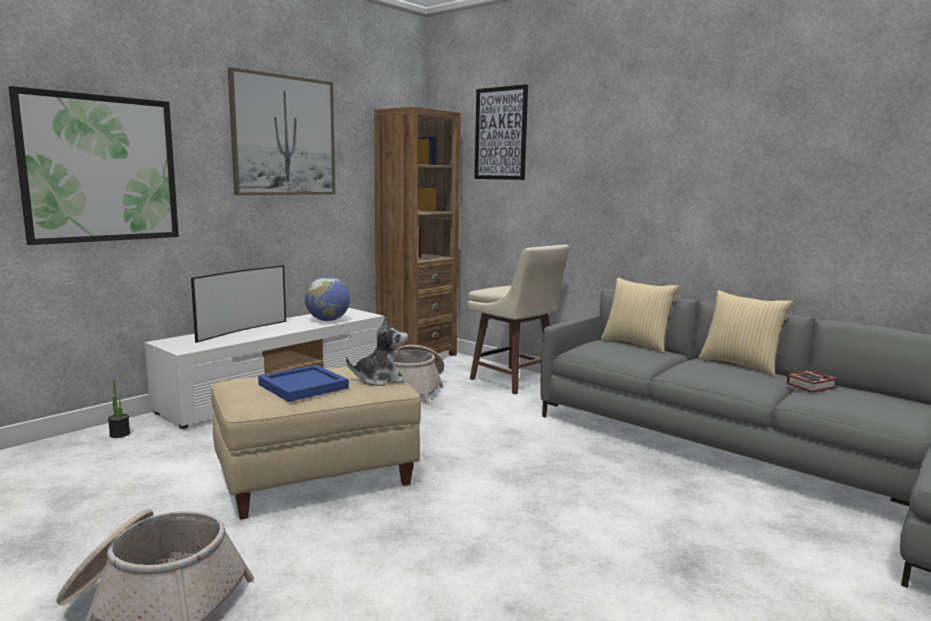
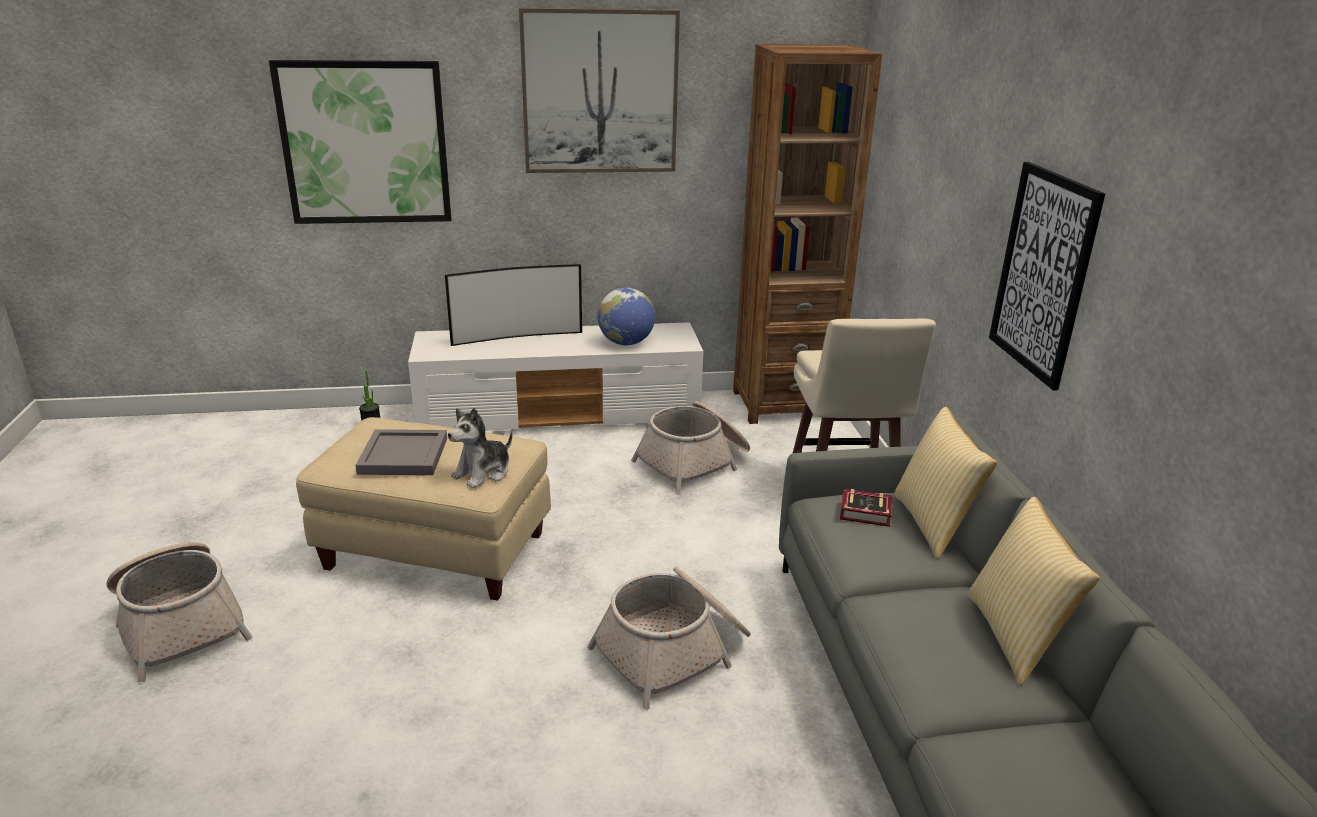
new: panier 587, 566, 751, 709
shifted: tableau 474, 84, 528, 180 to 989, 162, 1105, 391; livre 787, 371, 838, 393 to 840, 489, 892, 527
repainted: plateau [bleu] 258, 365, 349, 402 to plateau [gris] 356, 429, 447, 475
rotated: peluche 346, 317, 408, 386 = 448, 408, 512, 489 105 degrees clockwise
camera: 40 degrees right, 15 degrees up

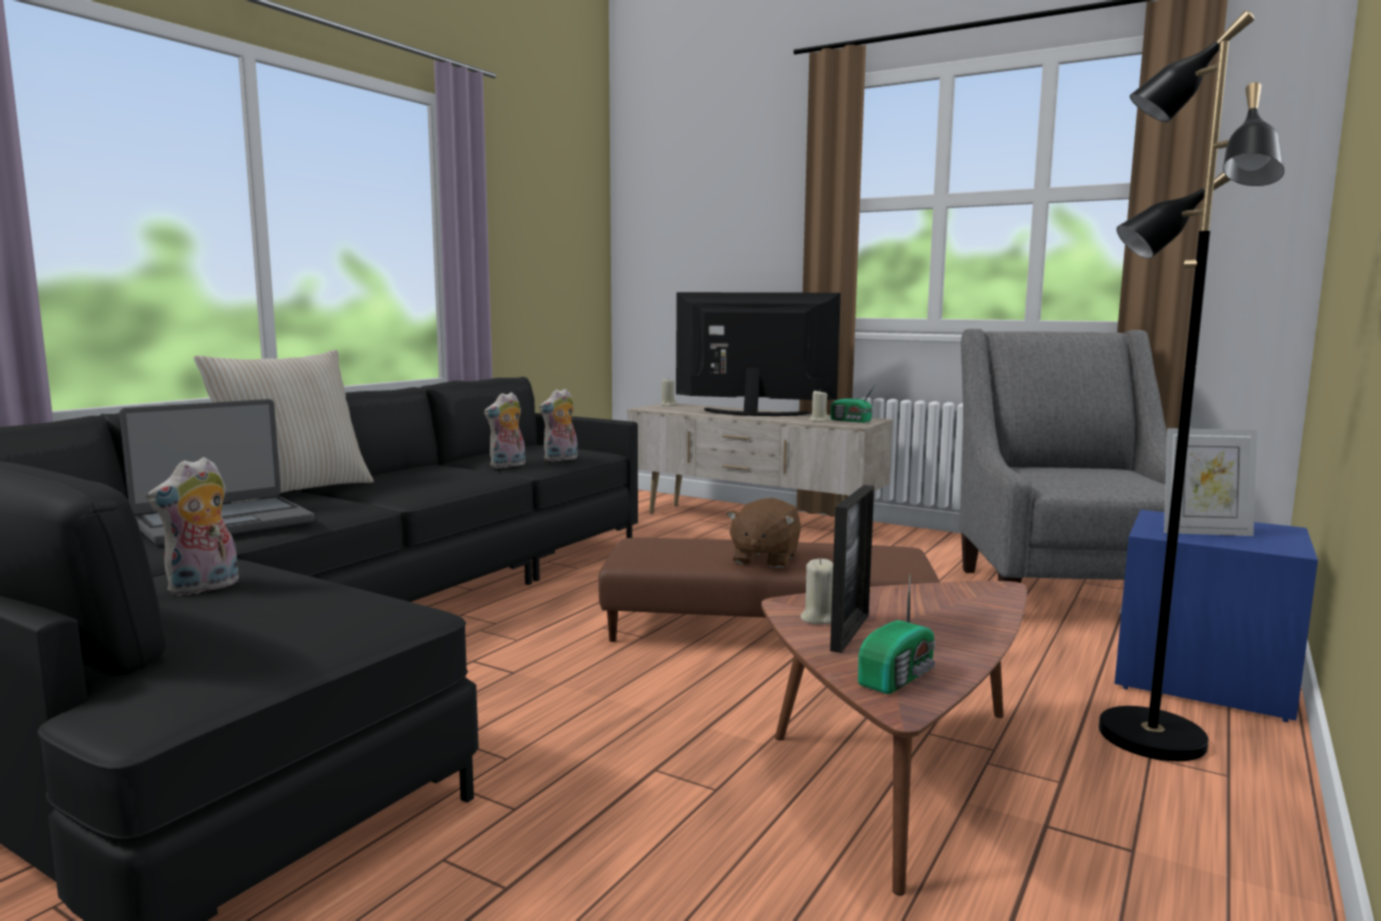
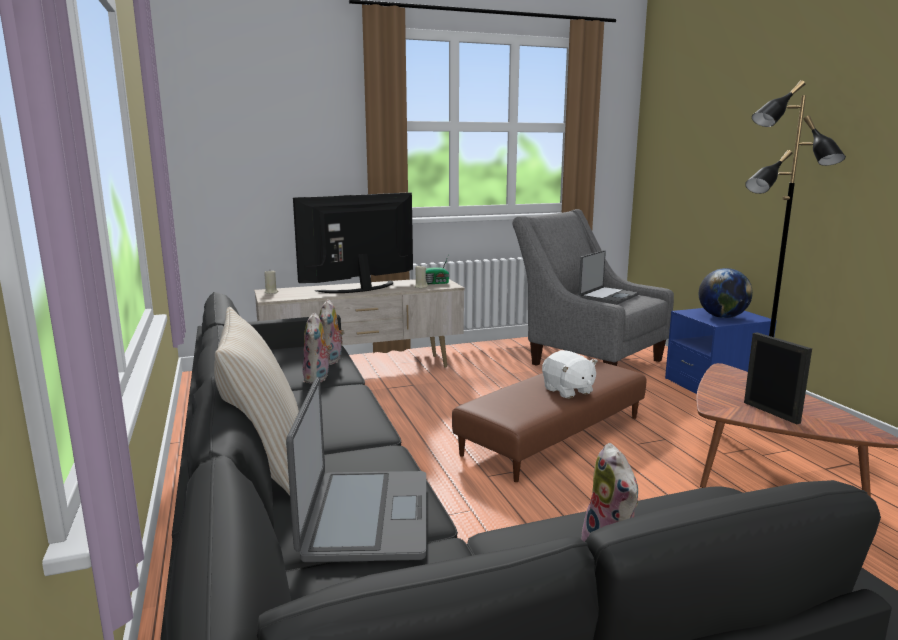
gone: bougie [beige] 800, 558, 833, 624; radio 858, 575, 936, 694
new: ordinateur portable 579, 250, 639, 305
swapped: cadre photo 1164, 428, 1257, 536 to globe 699, 268, 753, 318
repainted: peluche [marron] 726, 498, 801, 568 to peluche [blanc] 542, 350, 598, 399
camera: 50 degrees left, 5 degrees up

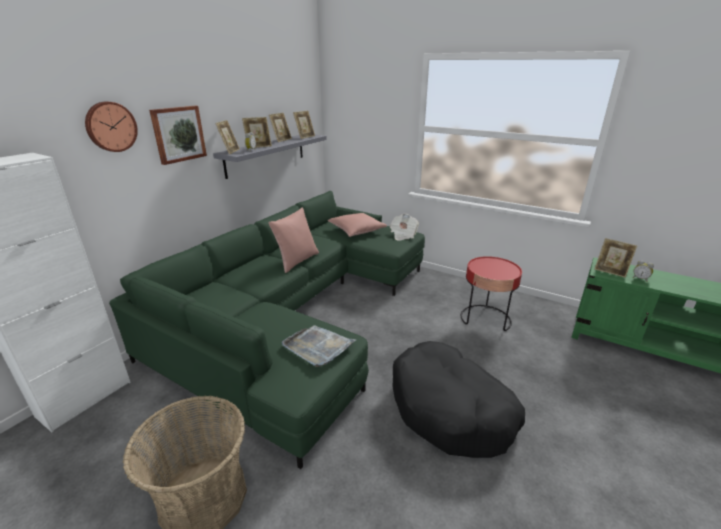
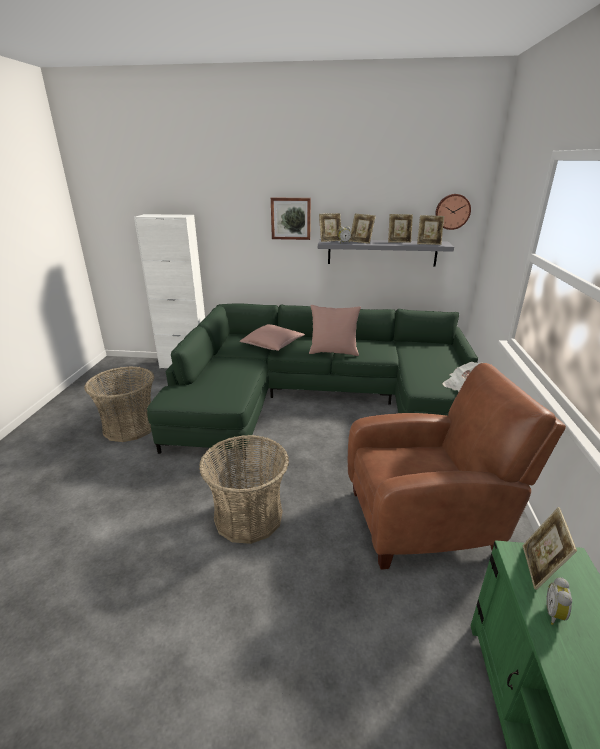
gone: plateau [gris] 282, 325, 356, 367
shifted: horloge murale 85, 102, 138, 152 to 435, 194, 471, 230; coussin [rose] 328, 213, 387, 237 to 240, 324, 305, 351
swapped: panier pour chien [noir] 392, 341, 525, 458 to panier 199, 435, 289, 544; table d'appoint [rouge] 461, 256, 522, 331 to fauteuil [marron] 348, 363, 566, 570
camera: 65 degrees right, 0 degrees up

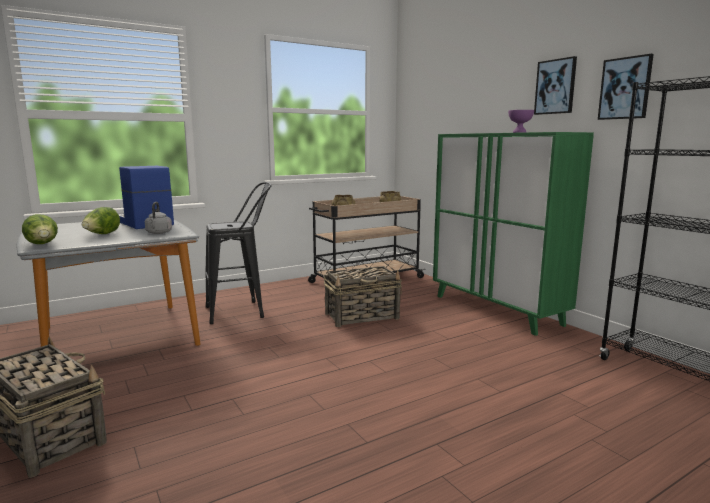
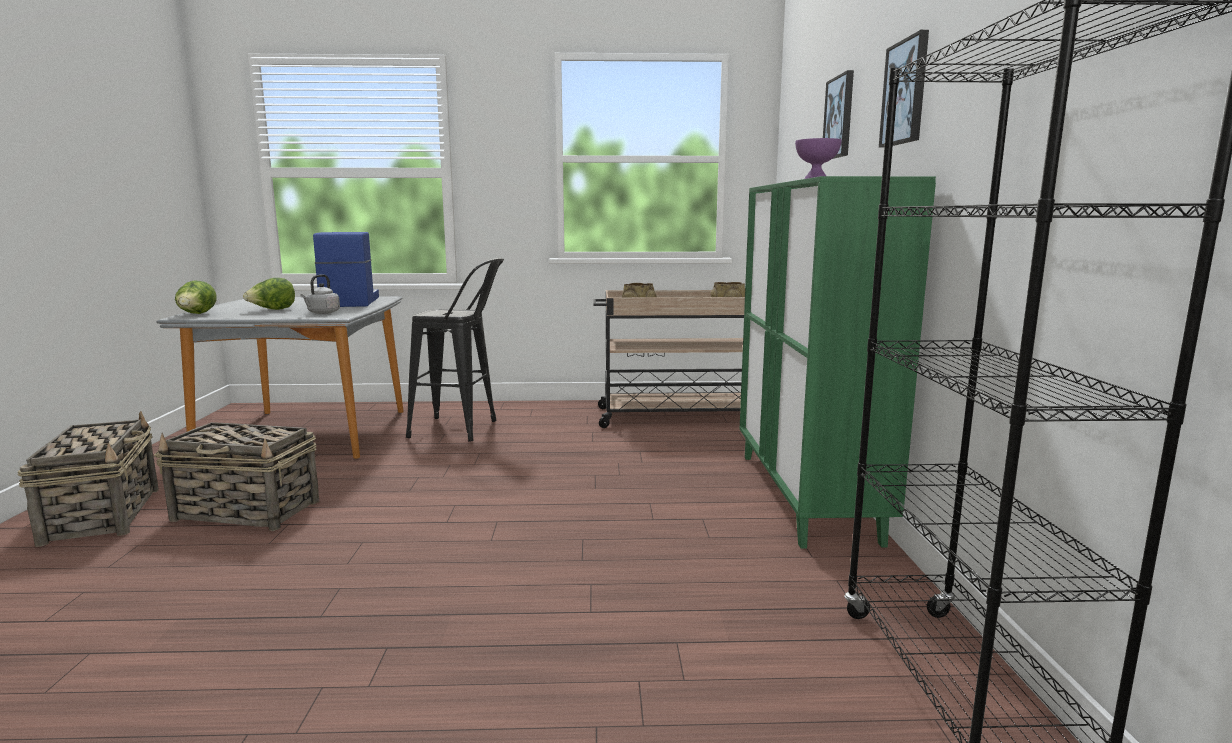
shifted: panier 324, 266, 402, 327 to 154, 422, 320, 531; tableau 598, 54, 654, 120 to 823, 70, 854, 159
camera: 30 degrees right, 0 degrees up

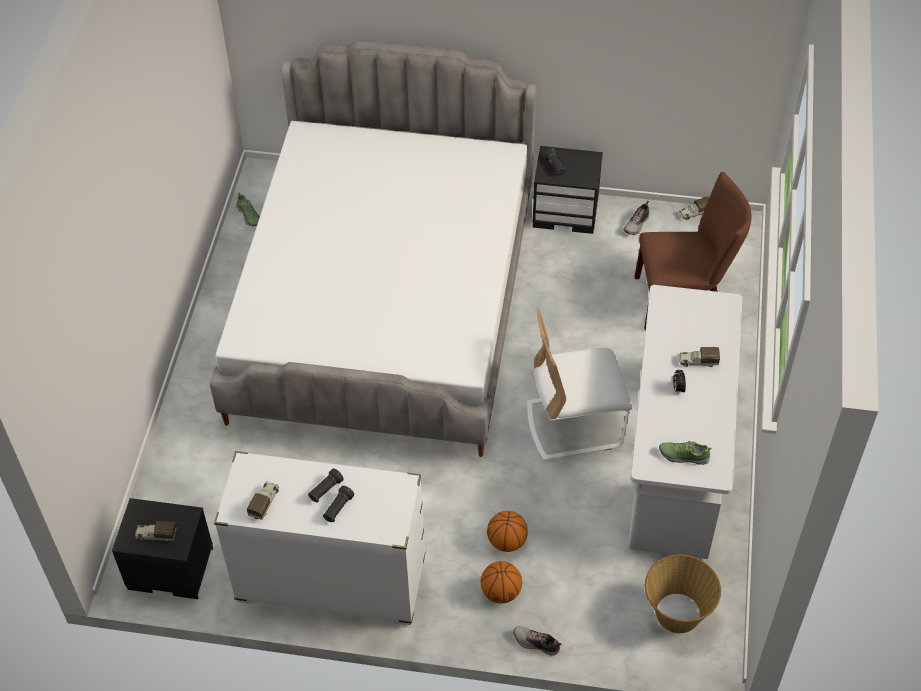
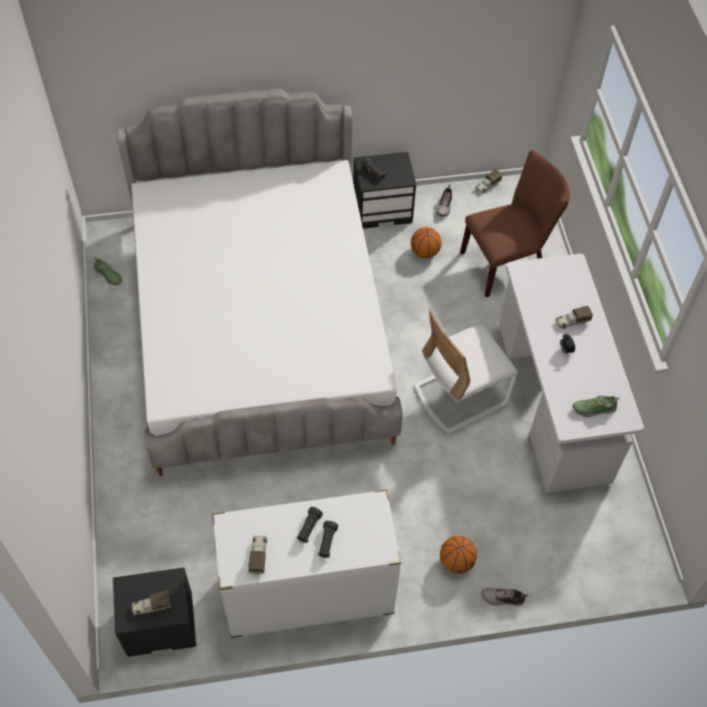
gone: panier 645, 555, 721, 633
shifted: ballon de basket 487, 511, 528, 552 to 411, 227, 442, 258
camera: 20 degrees left, 5 degrees up

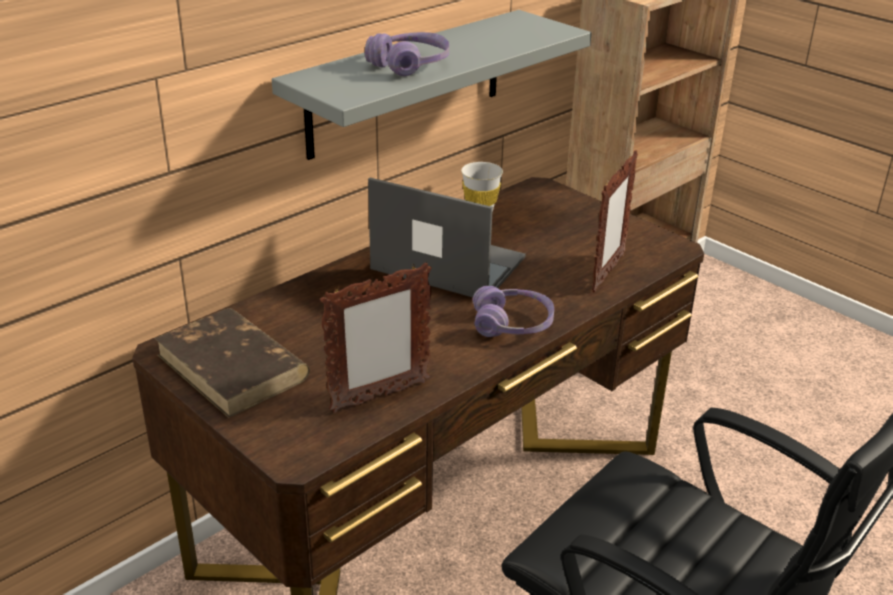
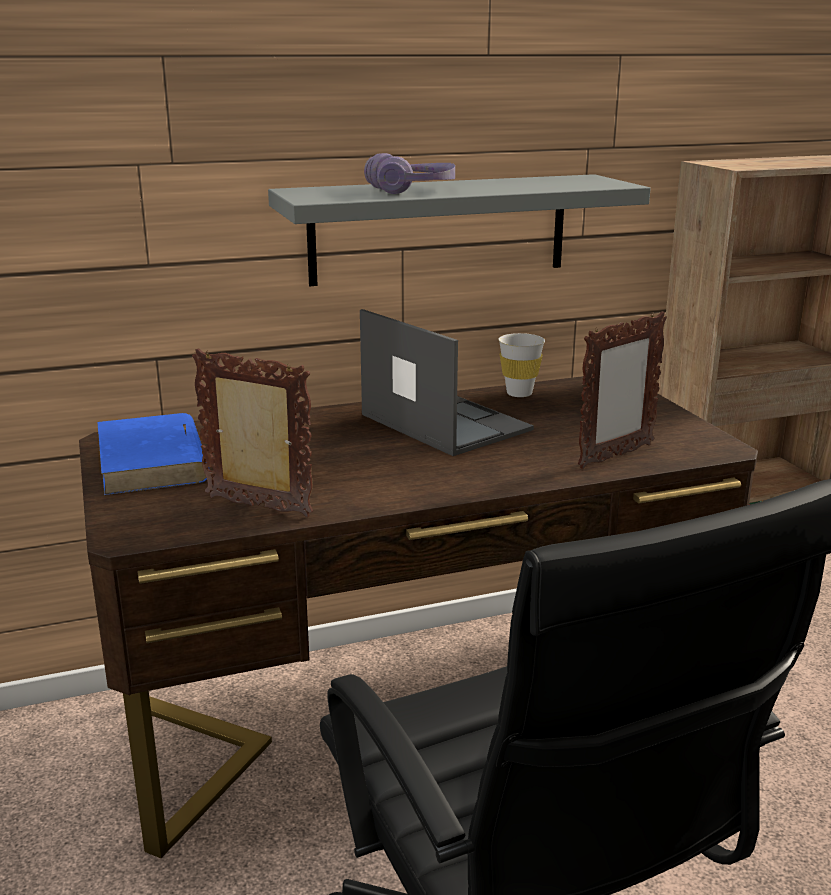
gone: casque audio [violet] 473, 286, 554, 337
repainted: livre [marron] 154, 308, 310, 418 to livre [bleu] 97, 413, 209, 495
rotated: cadre photo 320, 263, 432, 413 = 192, 349, 313, 517 150 degrees counterclockwise
camera: 25 degrees right, 10 degrees down

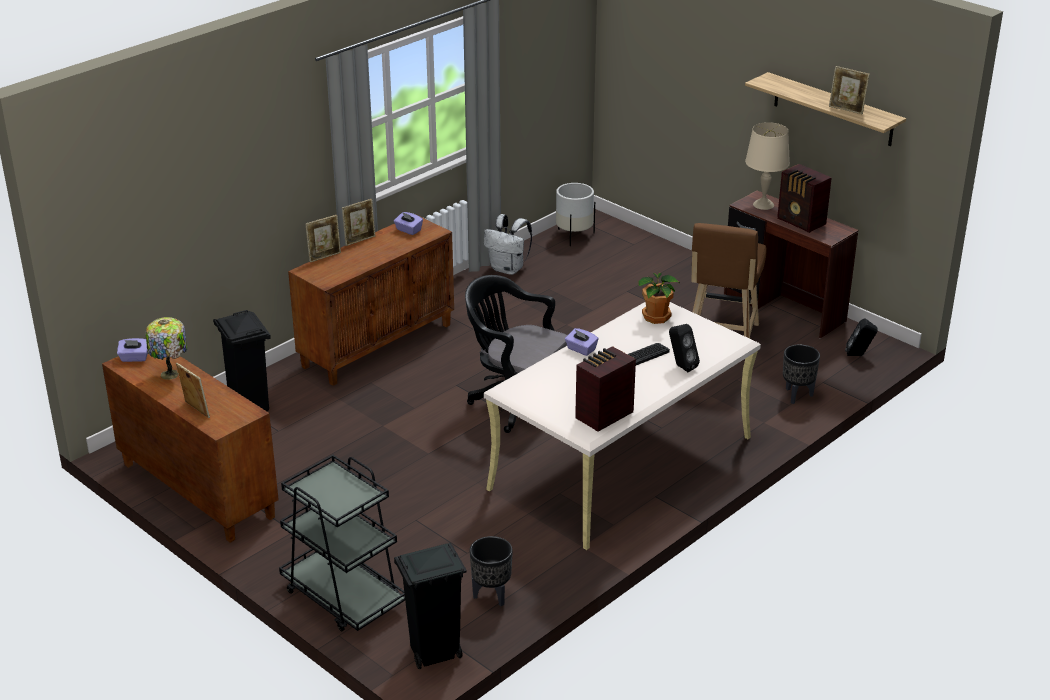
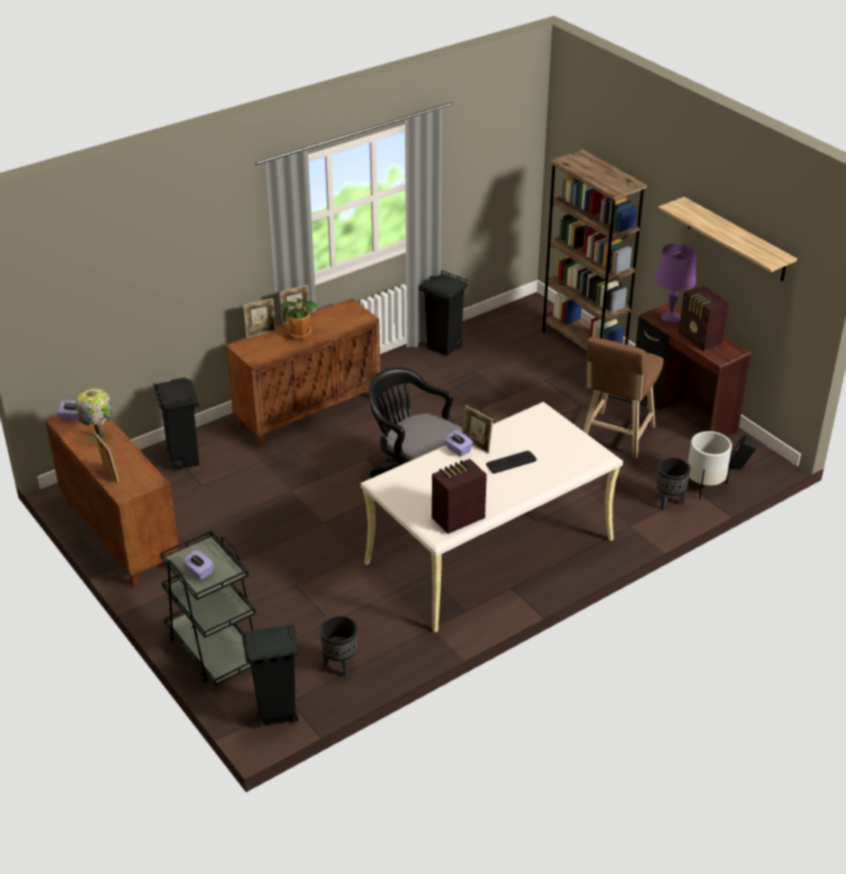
gone: enceinte [noir] 669, 324, 700, 372
new: bibliothèque [marron] 541, 149, 647, 351
shifted: boîte à mouchoirs [violet] 394, 212, 423, 235 to 182, 550, 214, 580; cache-pot [blanc] 556, 183, 595, 246 to 688, 431, 732, 499; plante en pot 638, 273, 680, 324 to 282, 298, 320, 341; cadre photo 829, 66, 870, 114 to 463, 405, 493, 454
swapped: sac à dos [blanc] 484, 214, 532, 275 to poubelle [noir] 419, 270, 468, 356
repainted: lampe de table [beige] 745, 122, 790, 210 to lampe de table [violet] 655, 243, 696, 323
camera: 10 degrees right, 5 degrees up

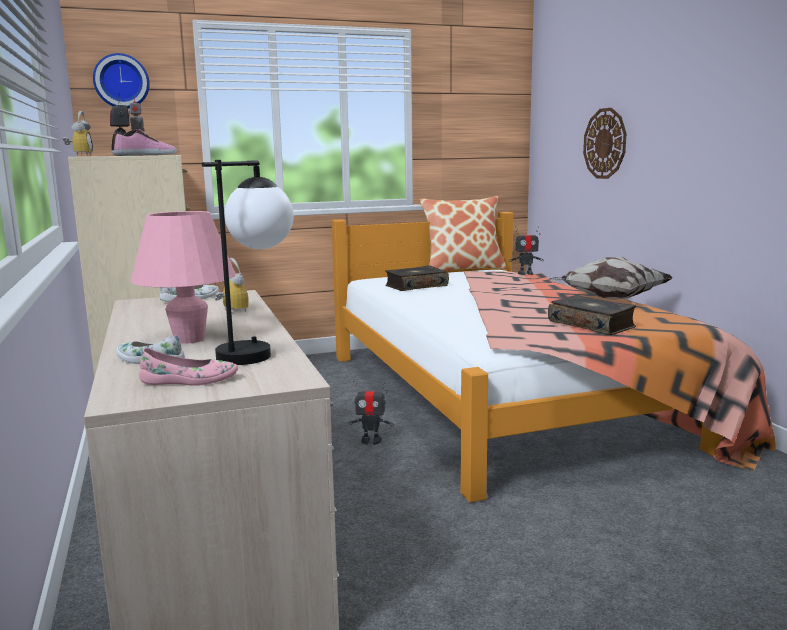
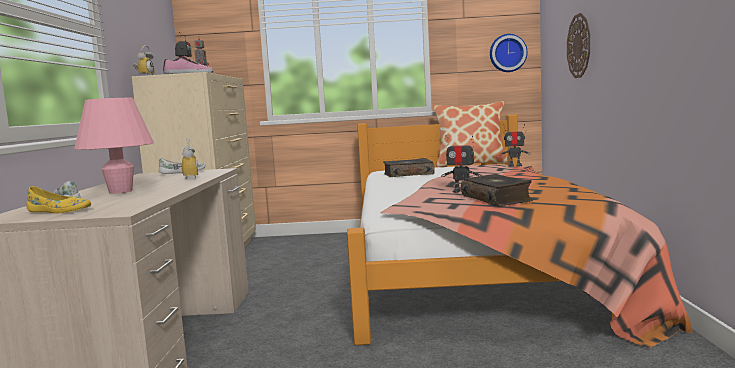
gone: lampe de table 202, 160, 294, 365; coussin 549, 257, 673, 299
shifted: horloge murale 93, 53, 150, 108 to 490, 34, 527, 72; robot jouet 348, 380, 394, 445 to 441, 135, 482, 193
repainted: chaussure [rose] 139, 348, 238, 386 to chaussure [jaune] 26, 186, 91, 214
camera: 20 degrees right, 5 degrees down

